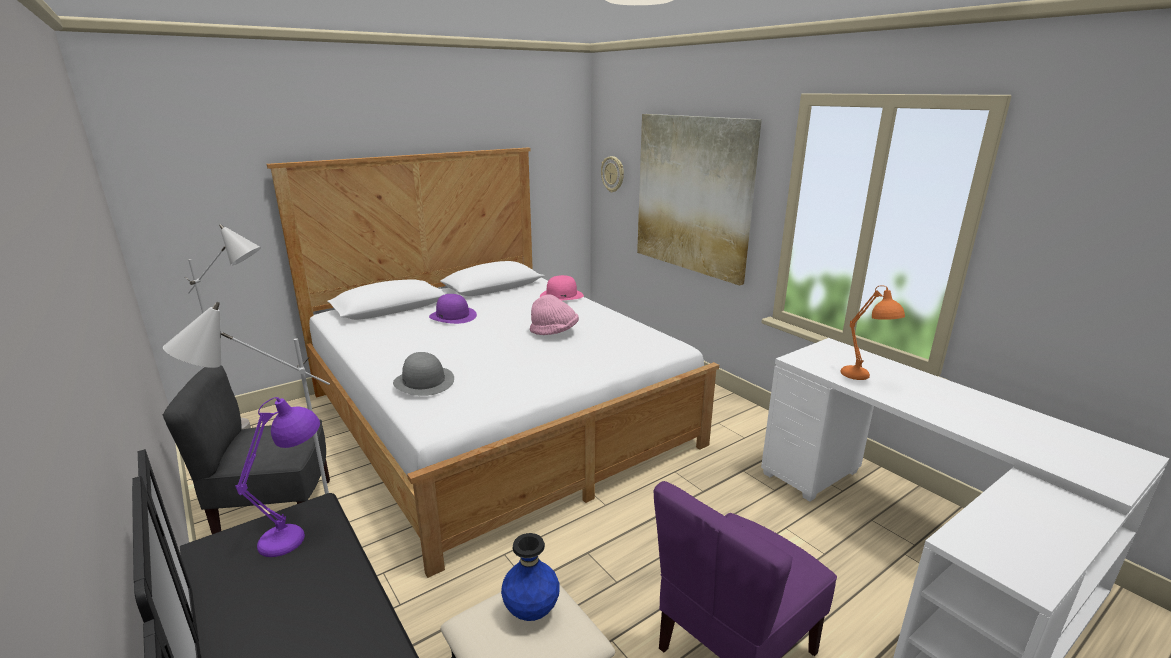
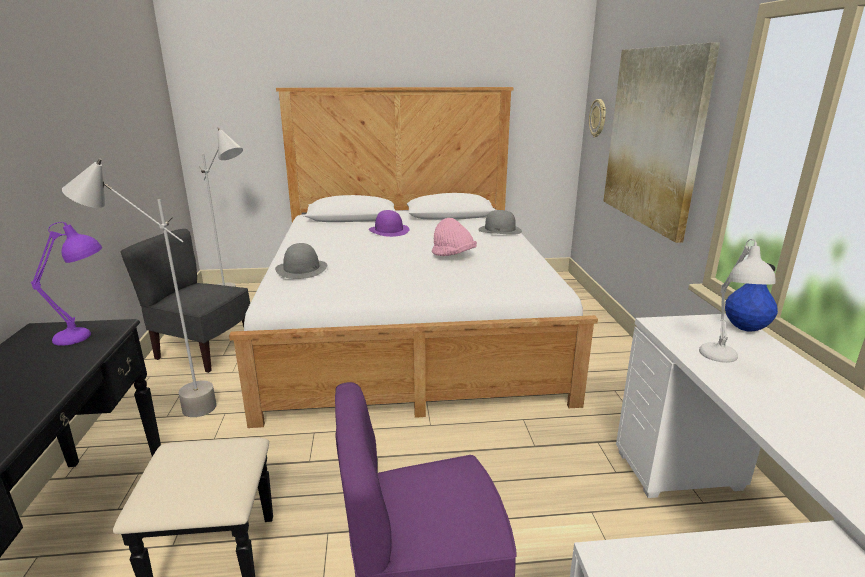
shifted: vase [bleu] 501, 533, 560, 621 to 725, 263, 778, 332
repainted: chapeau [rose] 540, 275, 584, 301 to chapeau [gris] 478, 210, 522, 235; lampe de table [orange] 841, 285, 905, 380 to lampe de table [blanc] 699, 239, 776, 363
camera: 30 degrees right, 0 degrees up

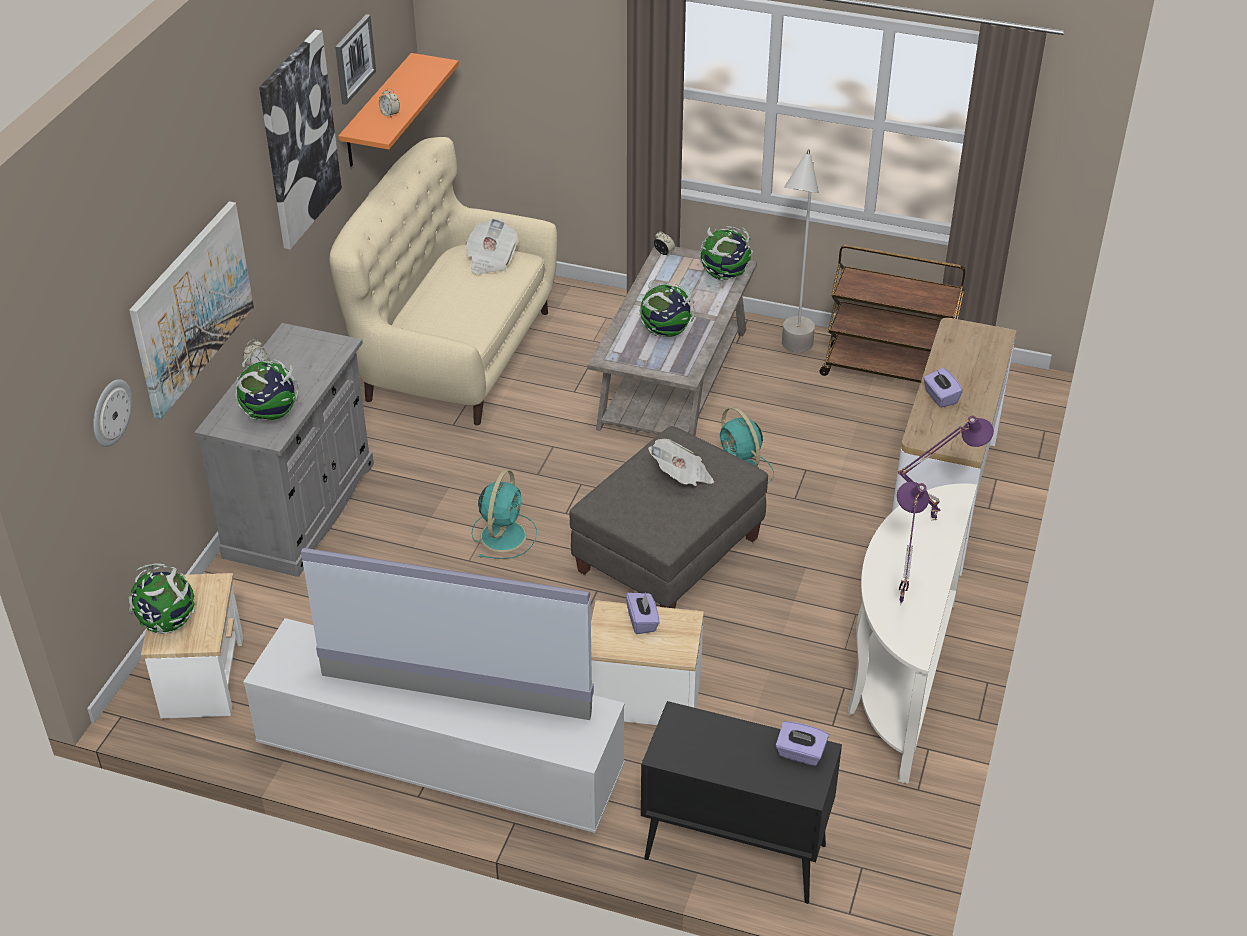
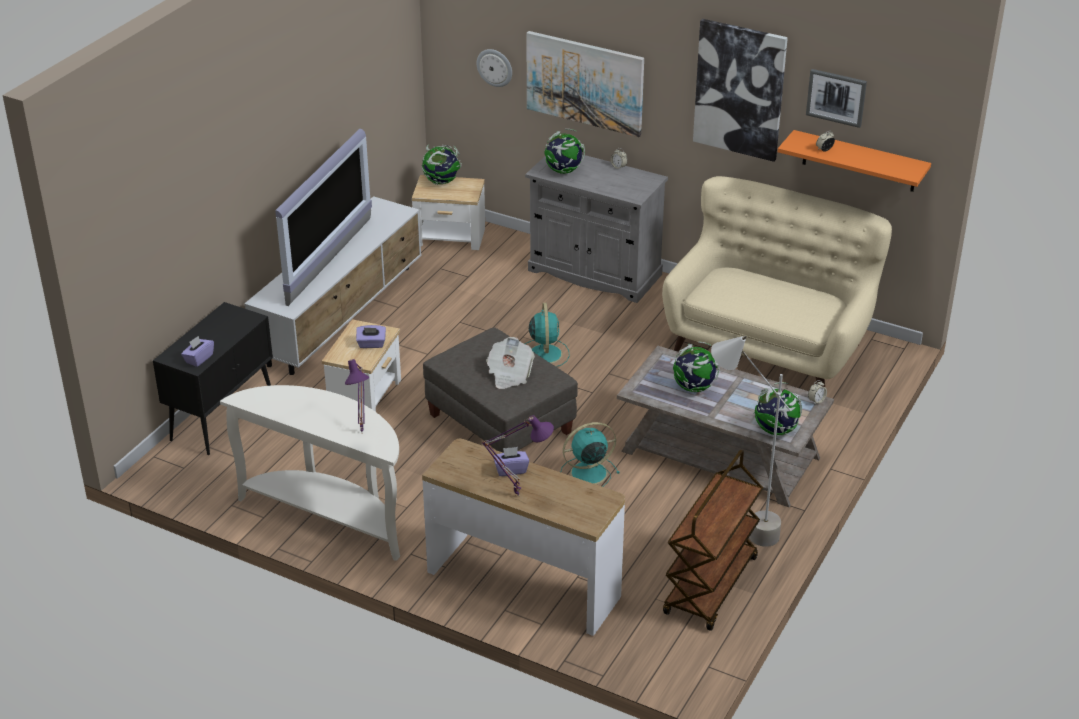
gone: journal 465, 218, 519, 274
shifted: lampe de table [violet] 897, 482, 929, 603 to 482, 415, 554, 496
rotated: ventilateur [turquoise] 472, 470, 537, 559 = 525, 303, 570, 367 120 degrees counterclockwise
camera: 100 degrees right, 5 degrees down

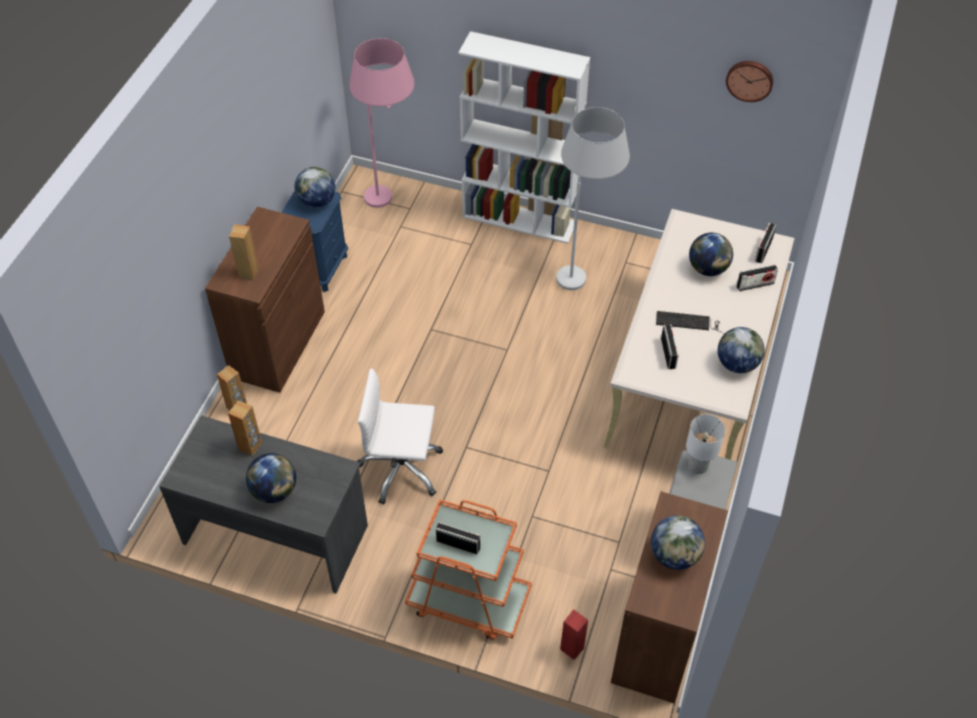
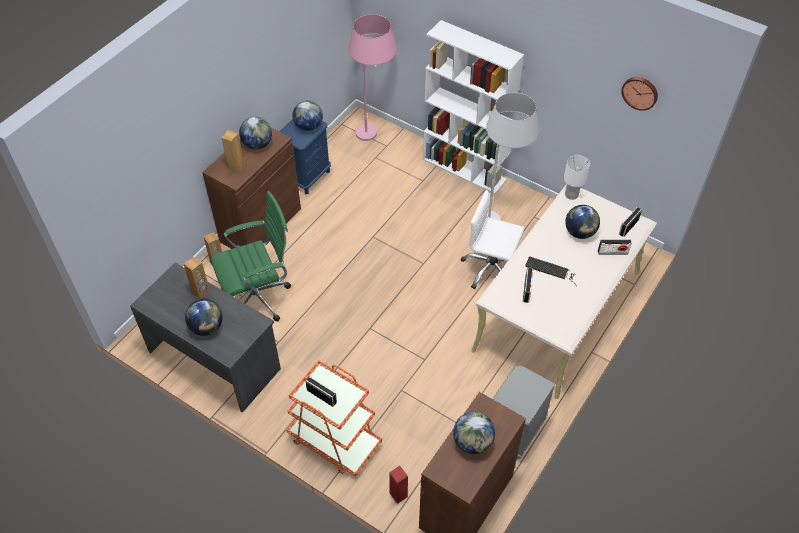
new: chaise de bureau [vert] 211, 191, 291, 322
shifted: chaise de bureau [blanc] 357, 368, 443, 505 to 461, 190, 524, 289; lampe de table [blanc] 686, 414, 725, 474 to 564, 155, 591, 200; globe 718, 327, 765, 373 to 239, 117, 272, 150
camera: 15 degrees right, 0 degrees up

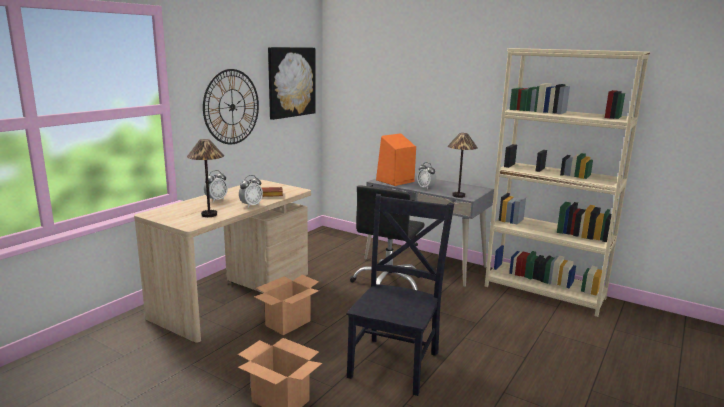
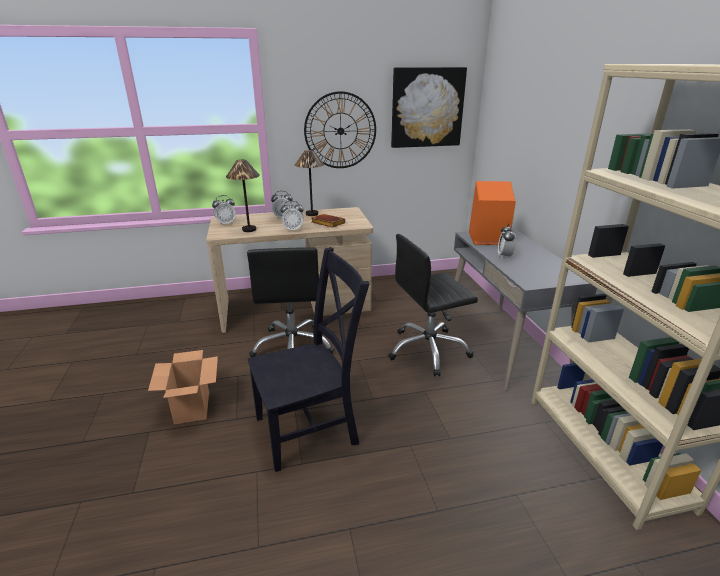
new: réveil 212, 195, 236, 226
shifted: lampe de table 448, 133, 478, 198 to 295, 150, 325, 216
swapped: carton 254, 275, 319, 335 to chaise de bureau [noir] 247, 247, 335, 357
camera: 45 degrees right, 10 degrees up

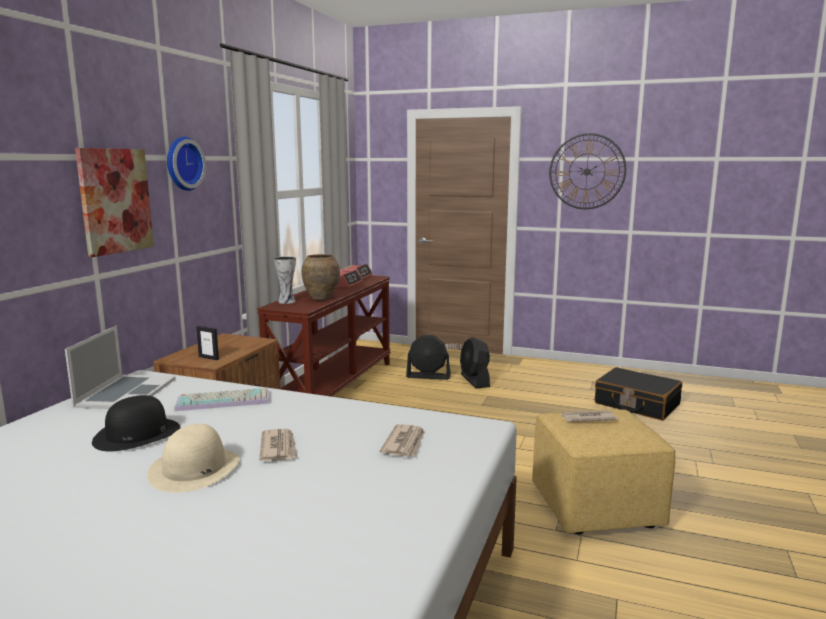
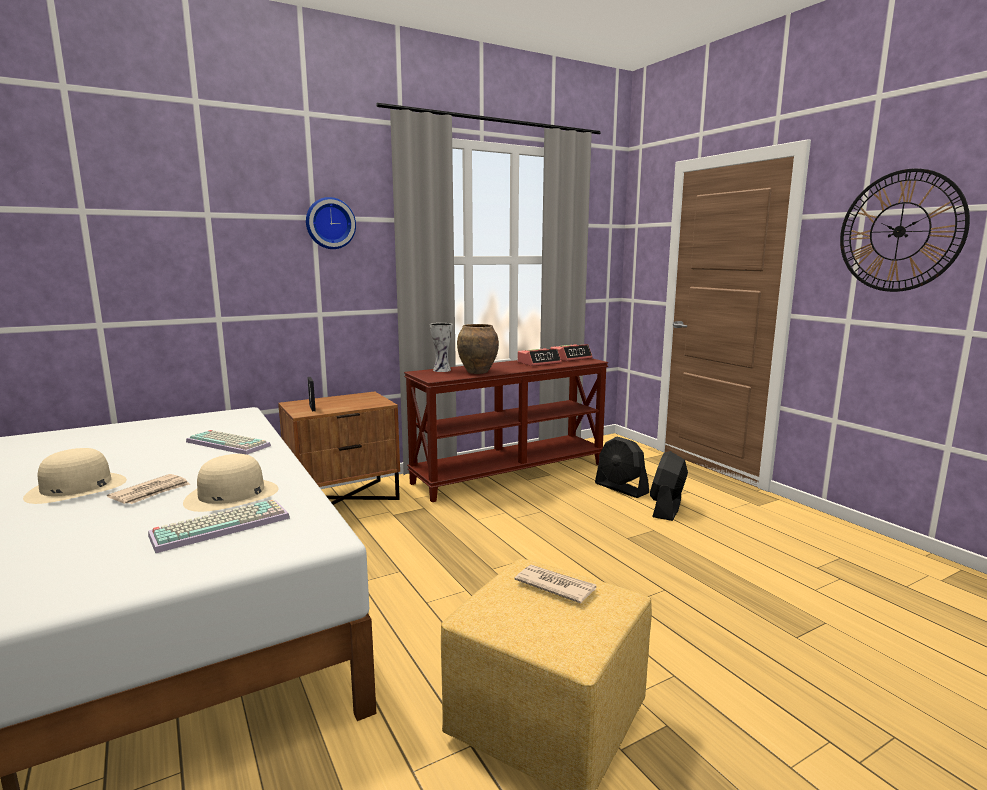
gone: ordinateur portable 65, 325, 176, 409; tableau 75, 148, 154, 257; chapeau [noir] 92, 395, 180, 452; valise [noir] 595, 367, 682, 420
new: chapeau [beige] 183, 454, 278, 512
swapped: journal 380, 424, 424, 457 to clavier 148, 499, 290, 553
camera: 40 degrees right, 0 degrees up

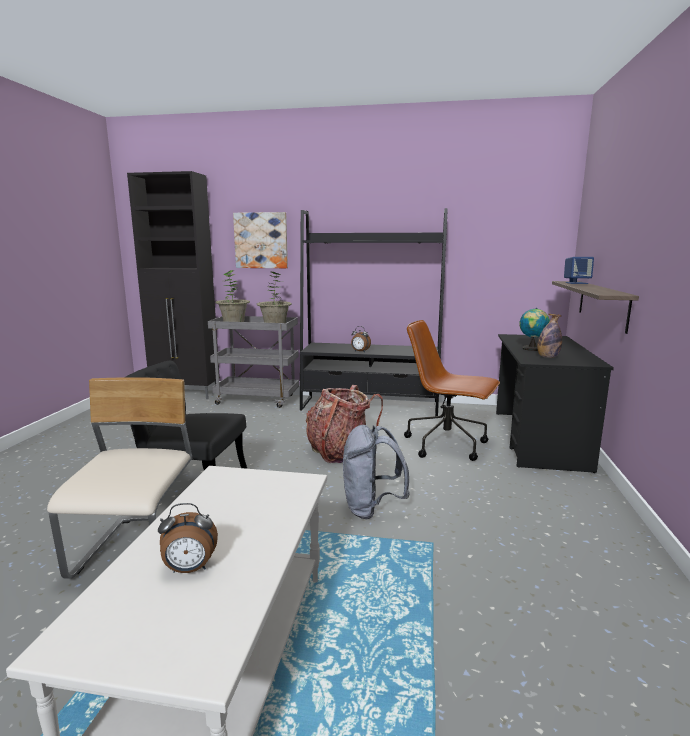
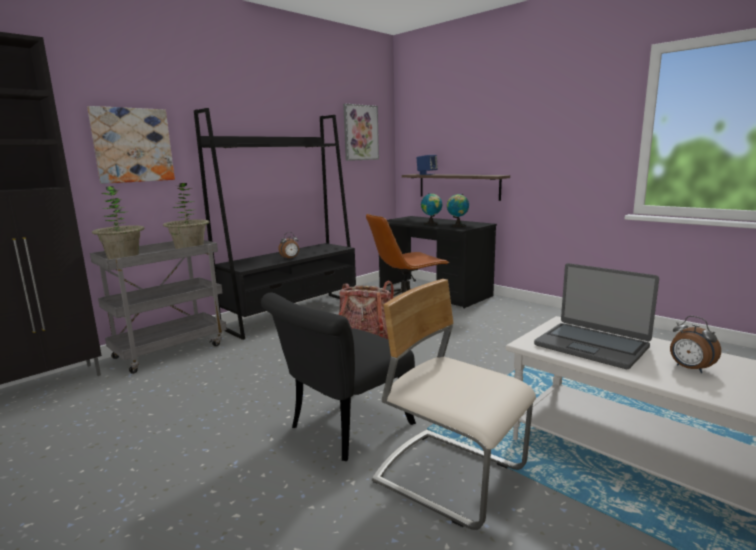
gone: sac à dos [gris] 343, 425, 409, 519
new: tableau 343, 104, 379, 161; ordinateur portable 534, 263, 659, 369
swapped: bouteille 537, 314, 562, 358 to globe 447, 194, 469, 227
rotated: réveil 158, 503, 218, 573 = 670, 316, 721, 373 120 degrees clockwise
camera: 55 degrees left, 0 degrees up

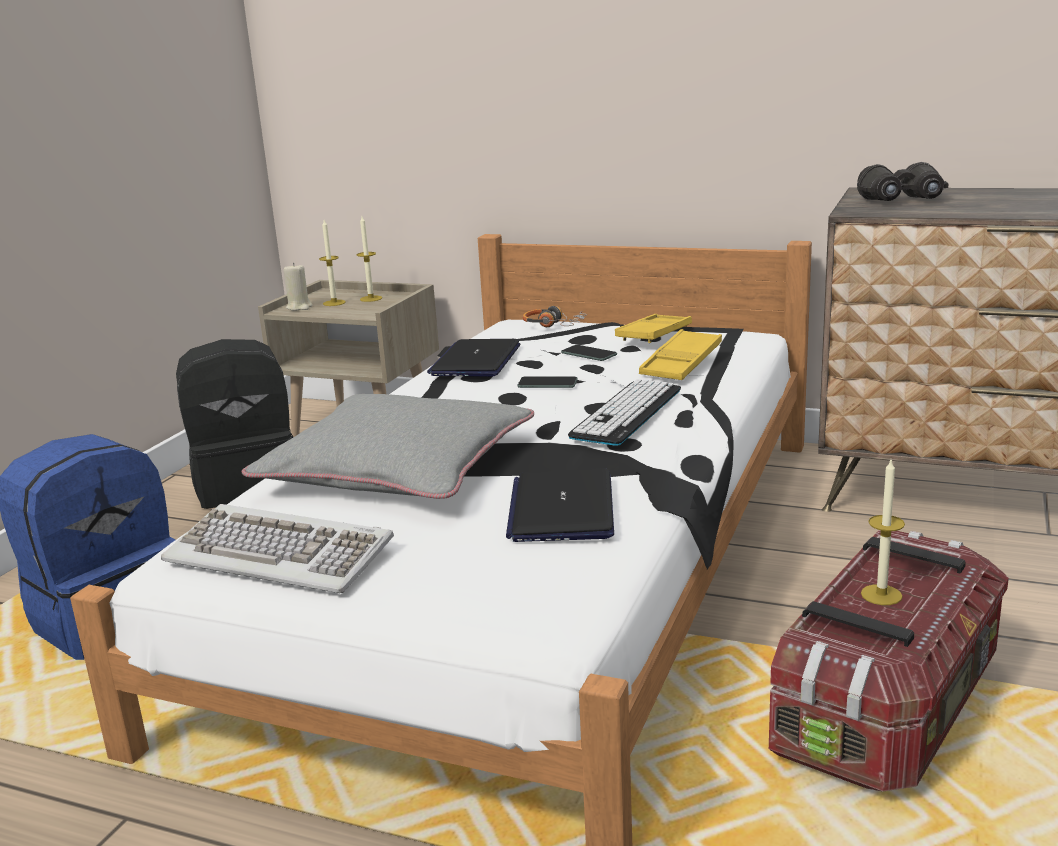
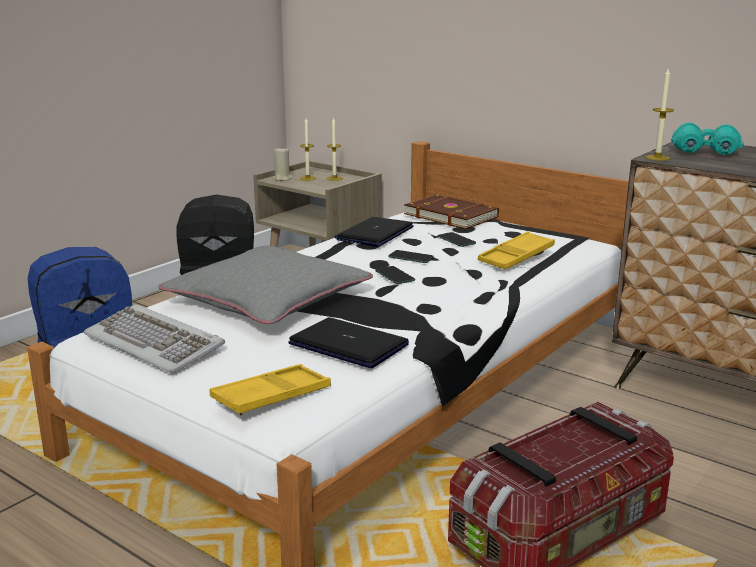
gone: clavier 568, 379, 681, 446
new: téléphone 375, 266, 415, 284
shifted: plateau [jaune] 615, 314, 692, 343 to 210, 364, 331, 416; bougie 861, 460, 905, 605 to 646, 69, 674, 161
swapped: casque audio 523, 306, 587, 327 to livre [marron] 404, 194, 499, 229
repainted: jumelles [noir] 857, 162, 949, 201 to jumelles [turquoise] 671, 123, 744, 155
rotated: ordinateur portable 506, 468, 614, 542 = 288, 317, 409, 368 105 degrees clockwise
camera: 15 degrees right, 0 degrees up

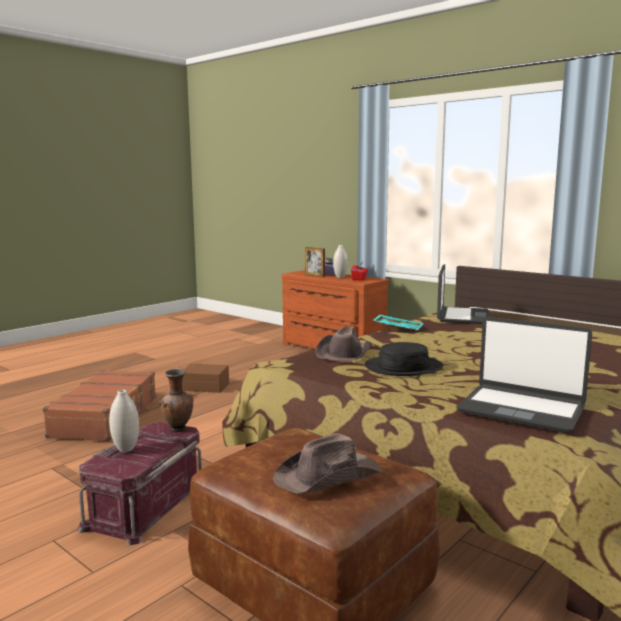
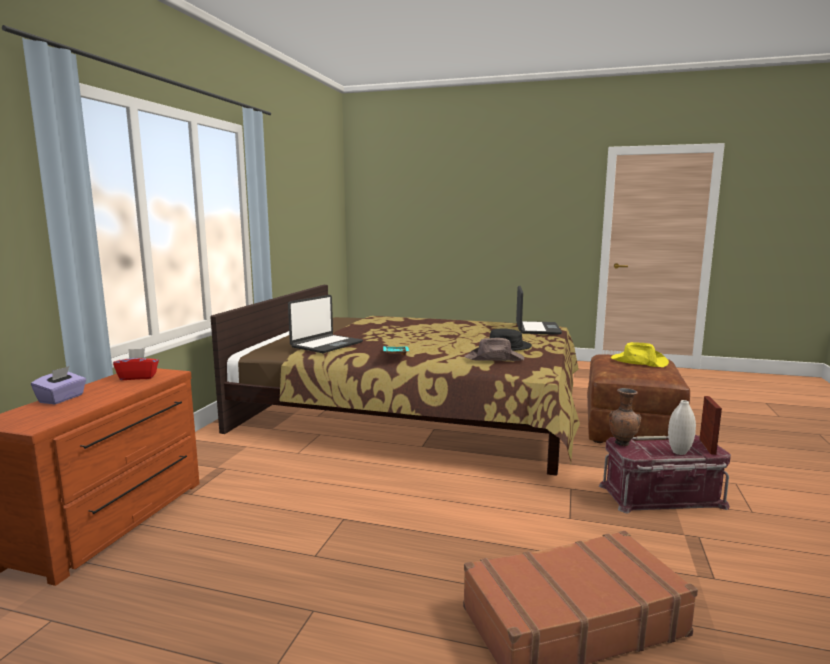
gone: boîte de rangement [marron] 182, 364, 229, 393; vase [blanc] 333, 245, 348, 278
shifted: cadre photo 305, 247, 325, 277 to 699, 396, 722, 455
repainted: chapeau [marron] 273, 433, 382, 494 to chapeau [jaune] 611, 342, 669, 367
rotated: ordinateur portable 437, 264, 489, 324 = 288, 295, 363, 353 135 degrees clockwise
camera: 115 degrees left, 0 degrees up

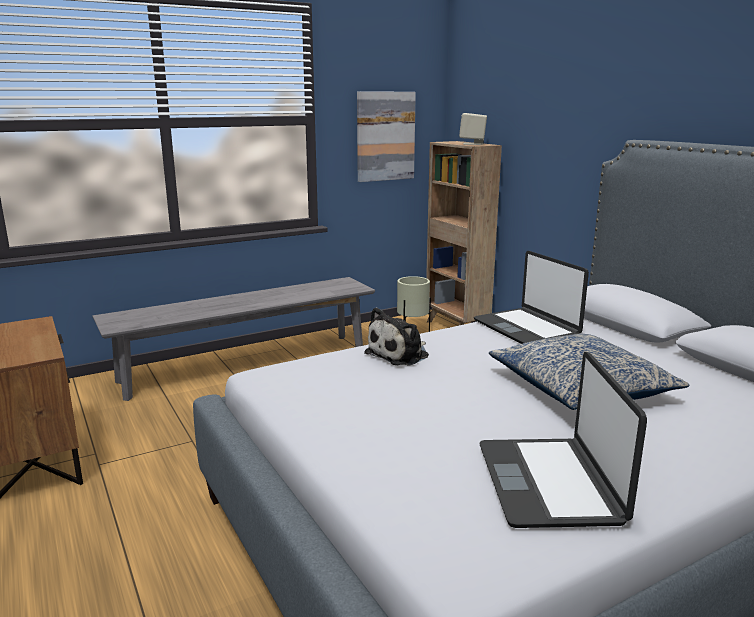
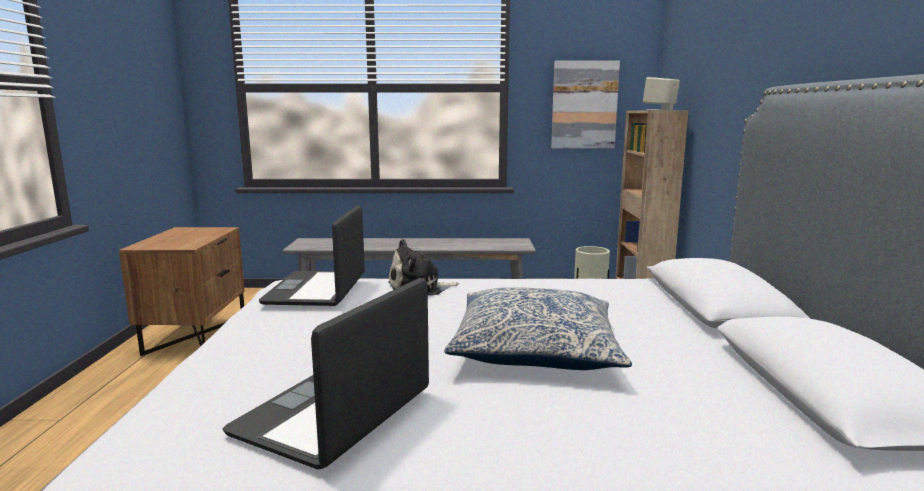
shifted: ordinateur portable 474, 251, 589, 344 to 259, 205, 365, 306
camera: 30 degrees right, 5 degrees down

